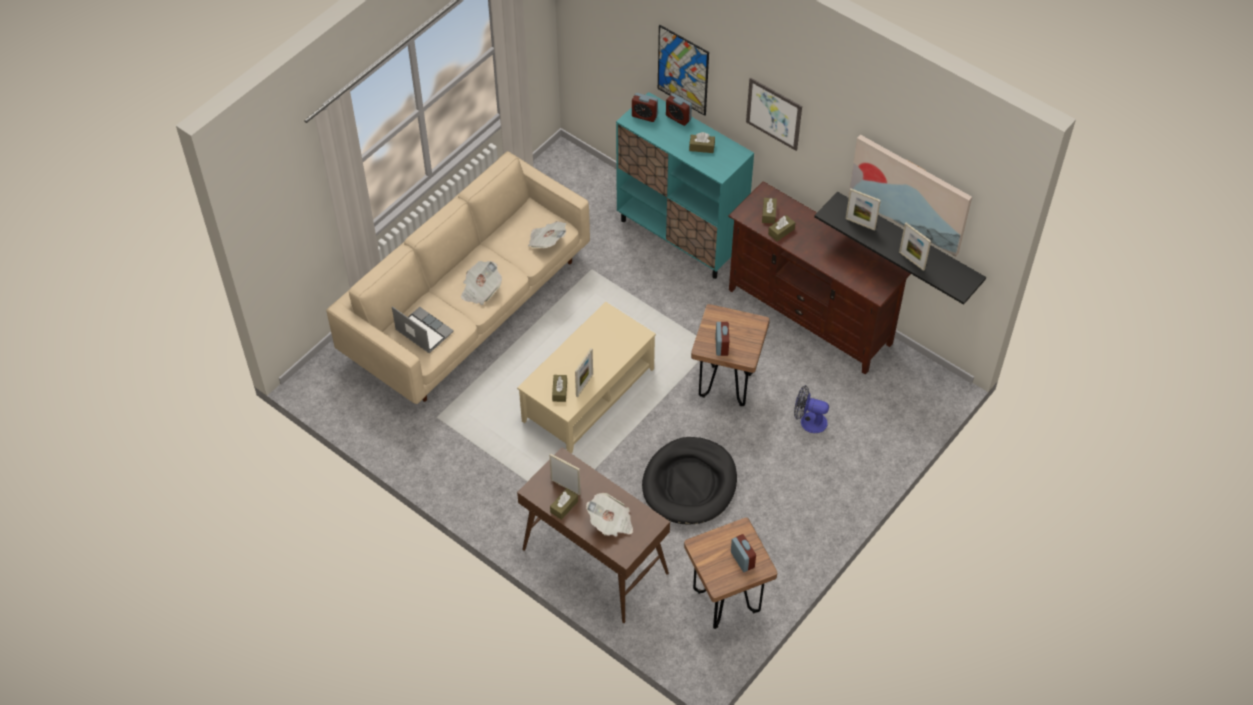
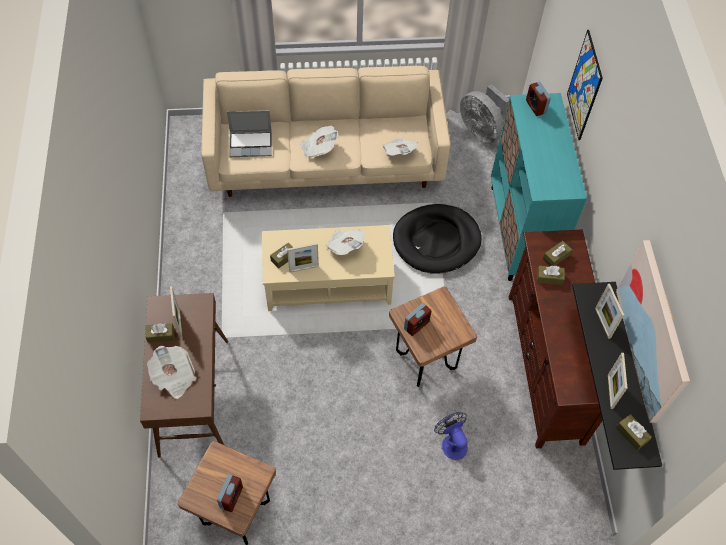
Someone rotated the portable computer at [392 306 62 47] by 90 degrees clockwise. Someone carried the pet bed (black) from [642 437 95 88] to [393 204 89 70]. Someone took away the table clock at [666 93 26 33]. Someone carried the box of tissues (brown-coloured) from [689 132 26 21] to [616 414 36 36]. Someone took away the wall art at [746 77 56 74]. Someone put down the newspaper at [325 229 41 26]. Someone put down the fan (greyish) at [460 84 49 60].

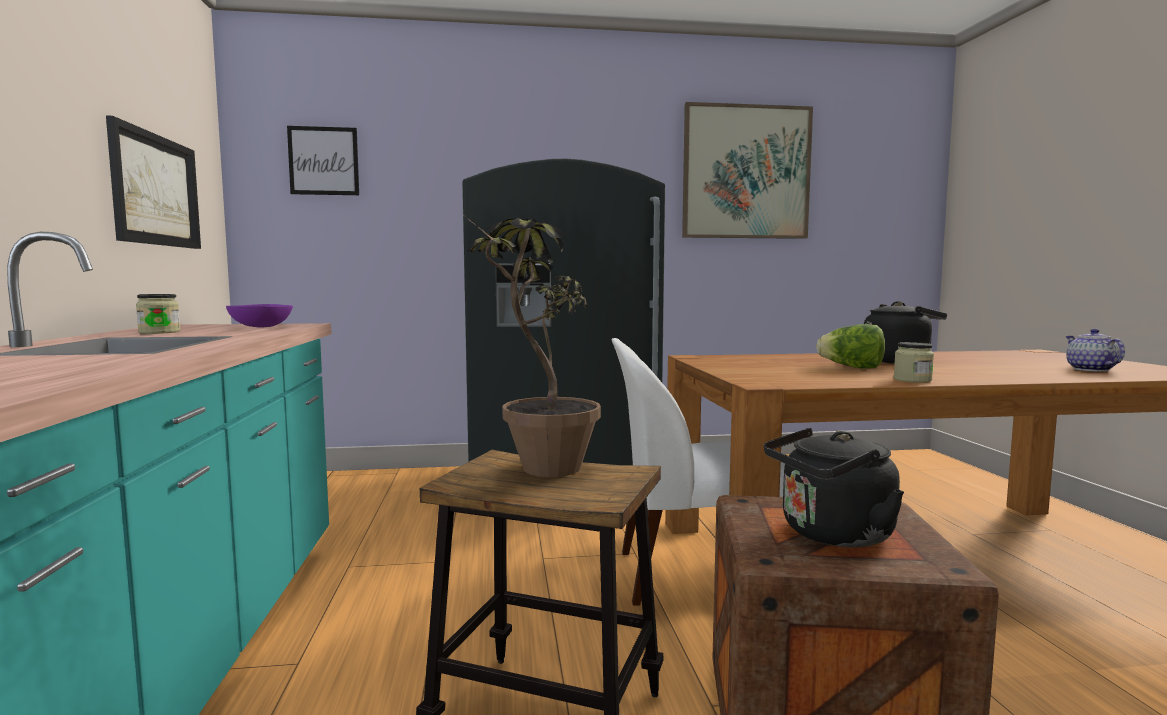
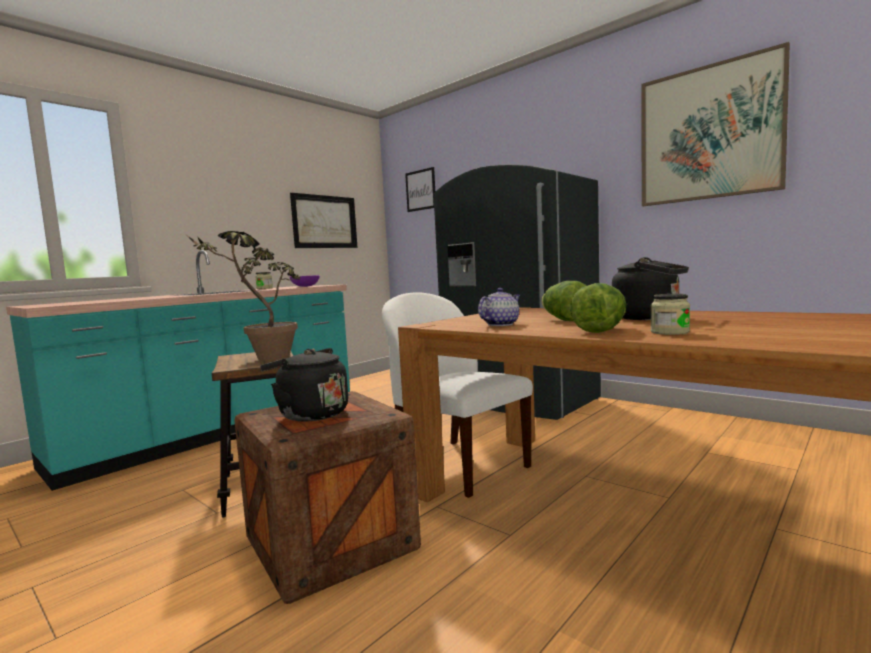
Someone carried the jar from [894 342 40 41] to [651 294 39 41]. Someone carried the teapot from [1066 329 59 43] to [478 288 42 38]. Someone put down the lettuce at [570 283 56 50].

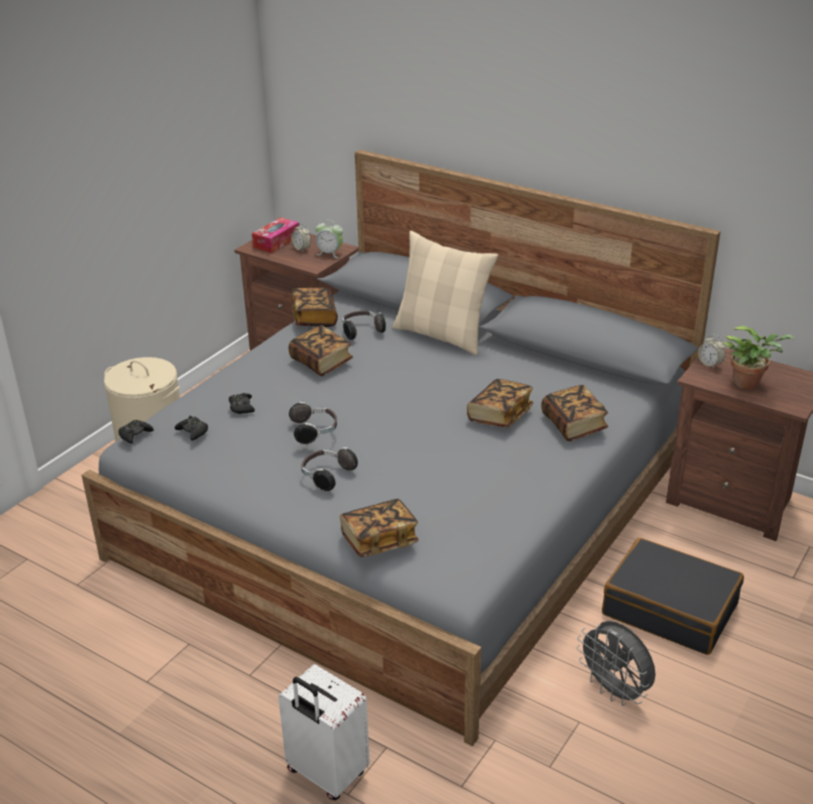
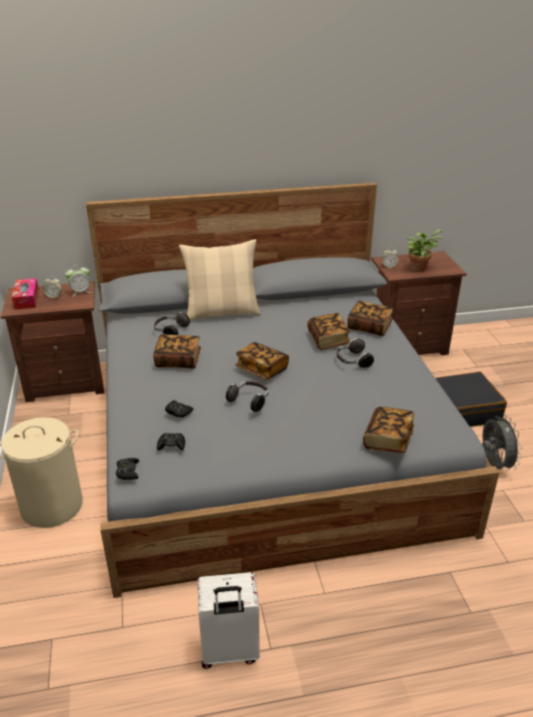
Someone carried the suitcase (whitish) from [278 664 92 136] to [198 572 62 97]. Someone carried the book from [292 288 46 39] to [235 342 54 38]. Someone carried the headset from [301 447 57 44] to [337 338 37 31]. Someone rotated the fan (greyish) at [576 621 80 85] by 105 degrees counterclockwise.

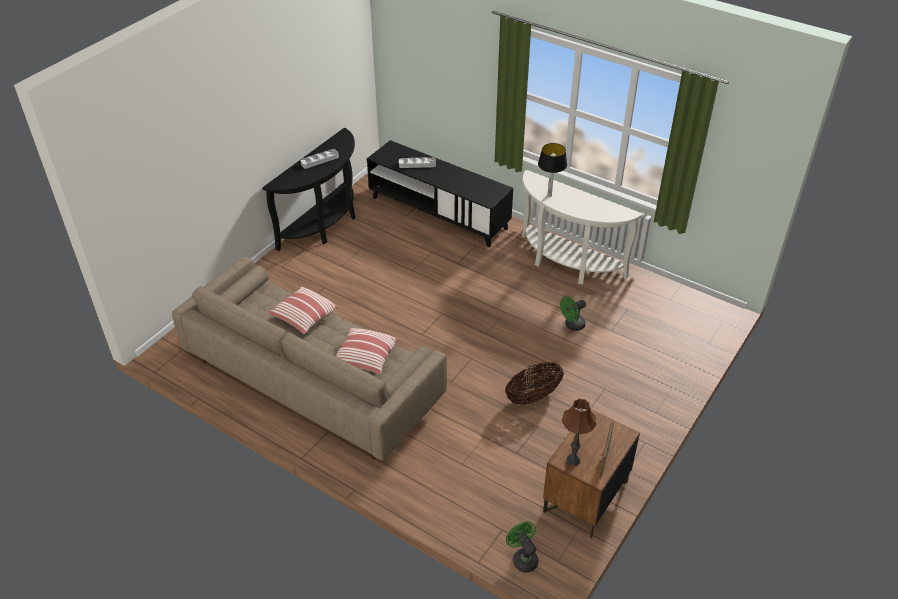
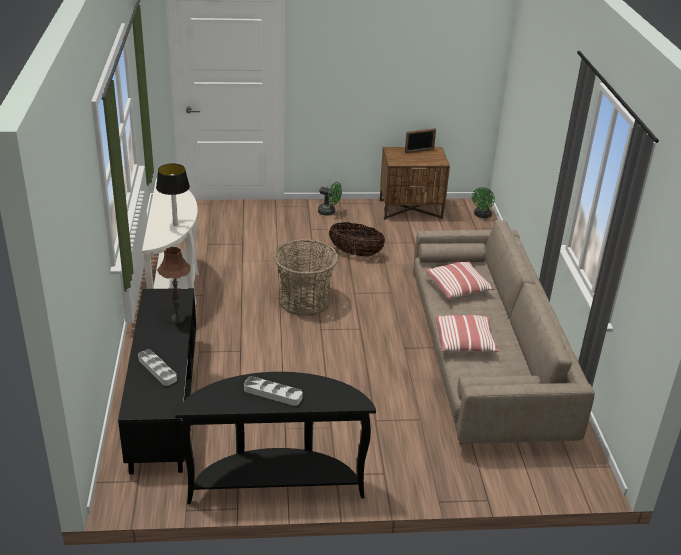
Someone carried the fan (greenish) from [560 297 26 34] to [318 182 24 34]. Someone carried the lamp for a table (brown-coloured) from [562 399 35 67] to [157 247 33 77]. Someone put down the storage basket at [273 239 65 77].

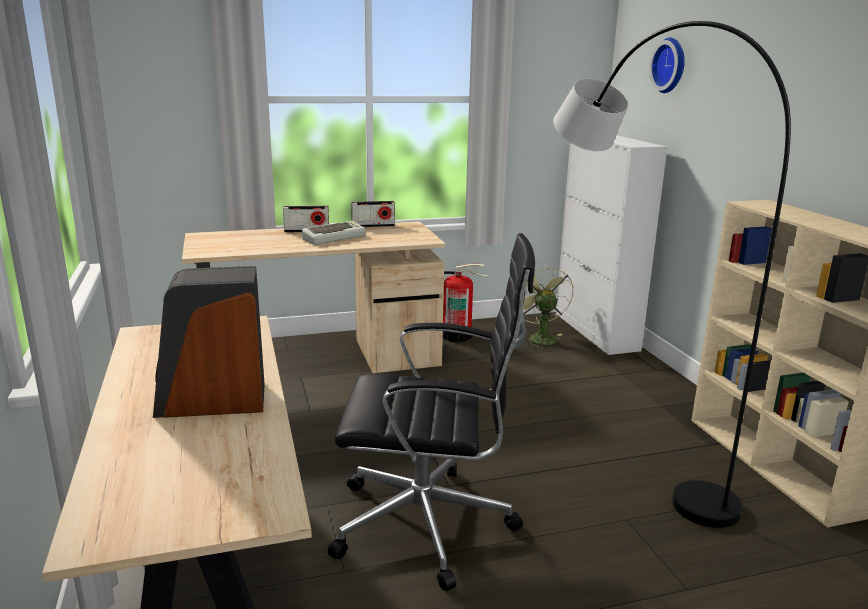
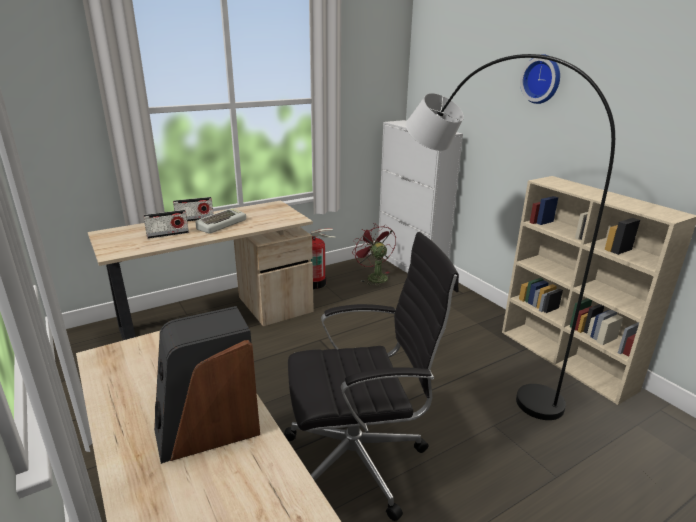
Someone carried the radio from [351 201 44 26] to [143 210 46 29]. Someone repainted the fan (greenish) at [523 264 50 85], which became the fan (red) at [352 223 44 64]. Someone carried the hanging clock from [649 38 36 55] to [520 54 40 50].

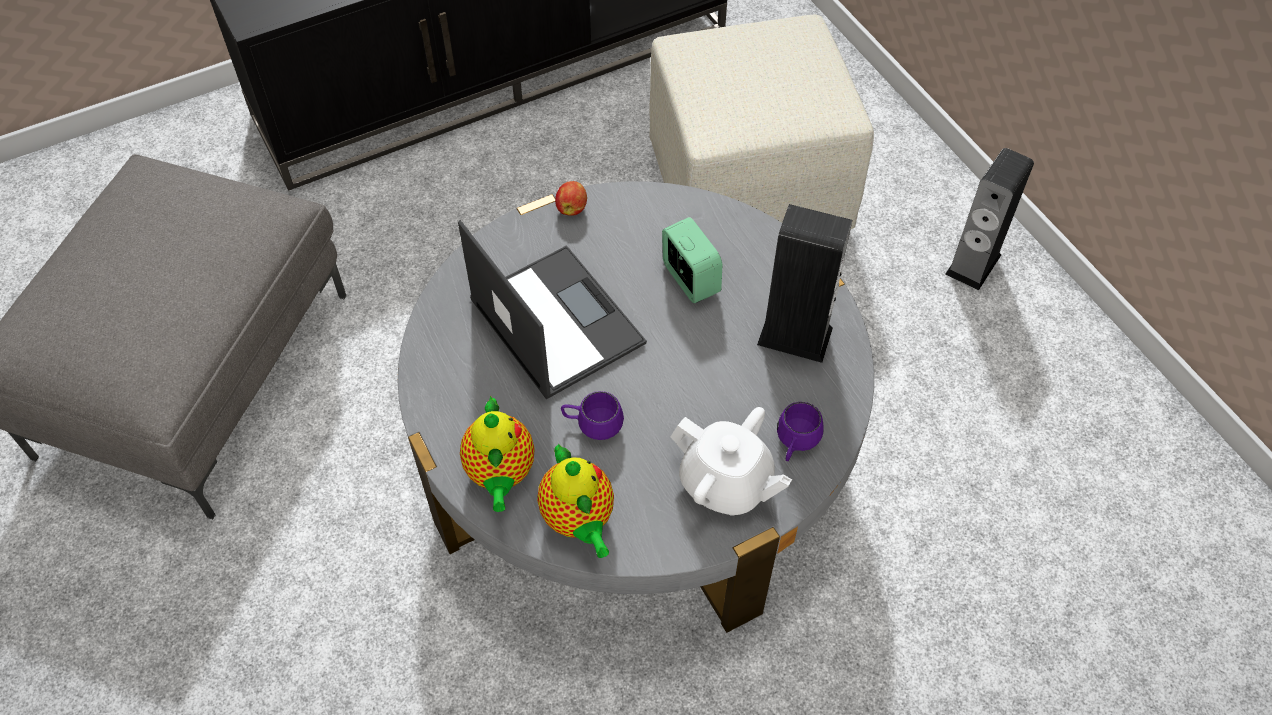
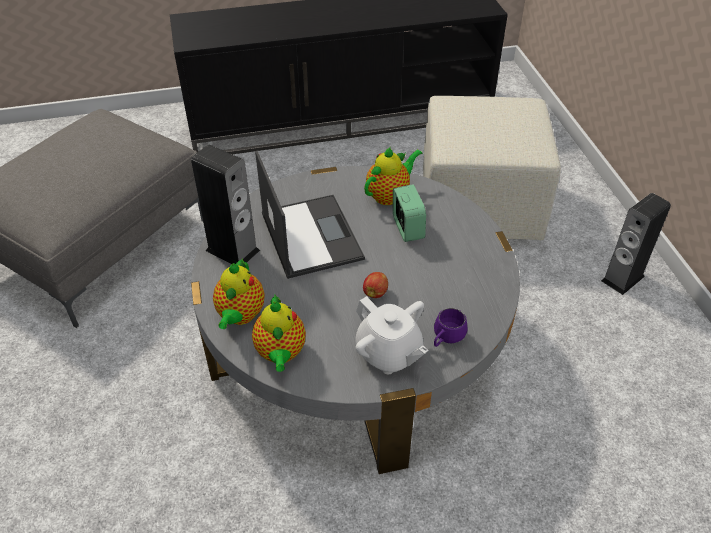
Someone carried the apple fruit from [555 181 32 35] to [363 272 25 26]. Someone took away the tea mug (purple) at [561 391 63 49]. Someone carried the loudspeaker from [757 204 95 159] to [191 145 69 119]. Someone put down the teapot at [364 147 58 58].

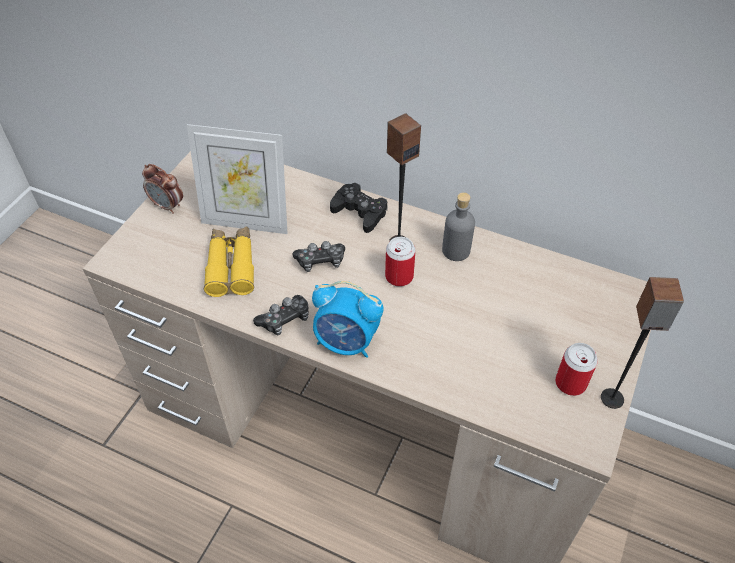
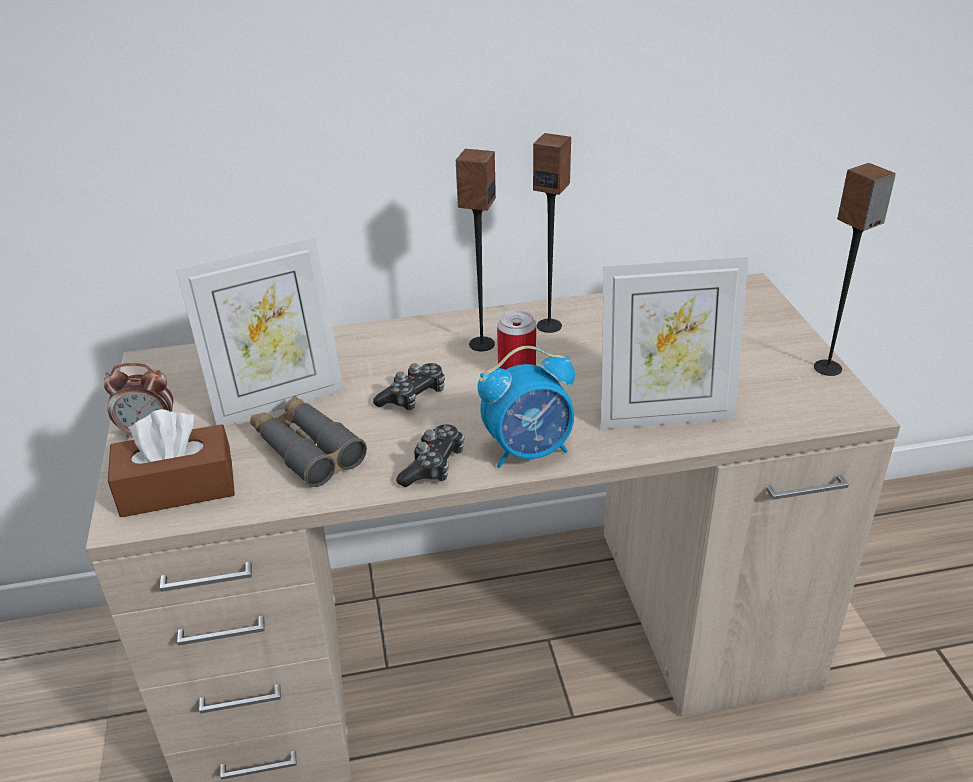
Someone repainted the pair of binoculars (yellow-coloured) at [204 227 50 70], which became the pair of binoculars (greyish) at [250 396 117 91]. Someone took away the game controller (black) at [330 183 58 50]. Someone swapped the drink bottle (greyish) at [442 192 33 69] for the loudspeaker at [533 133 38 200]. Someone took away the can at [555 343 43 53]. Someone put down the box of tissues (brown-coloured) at [108 409 127 108]. Someone put down the picture frame at [601 256 147 174].

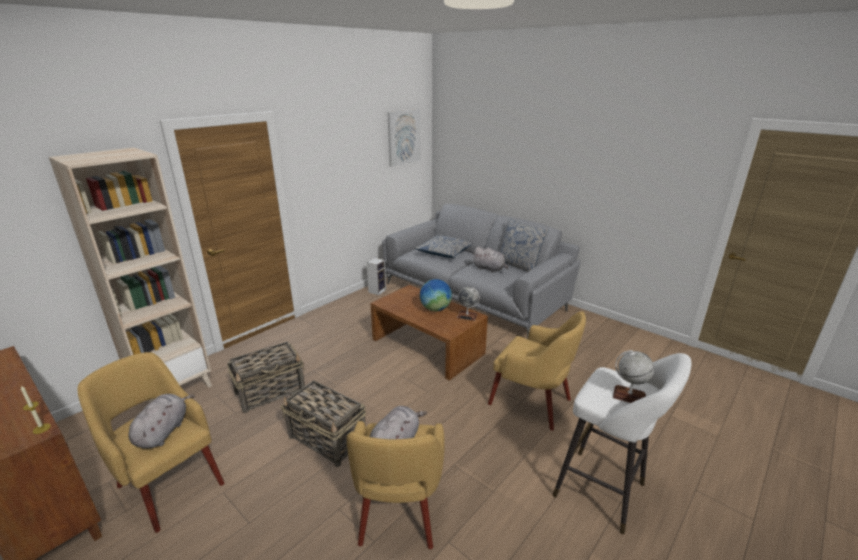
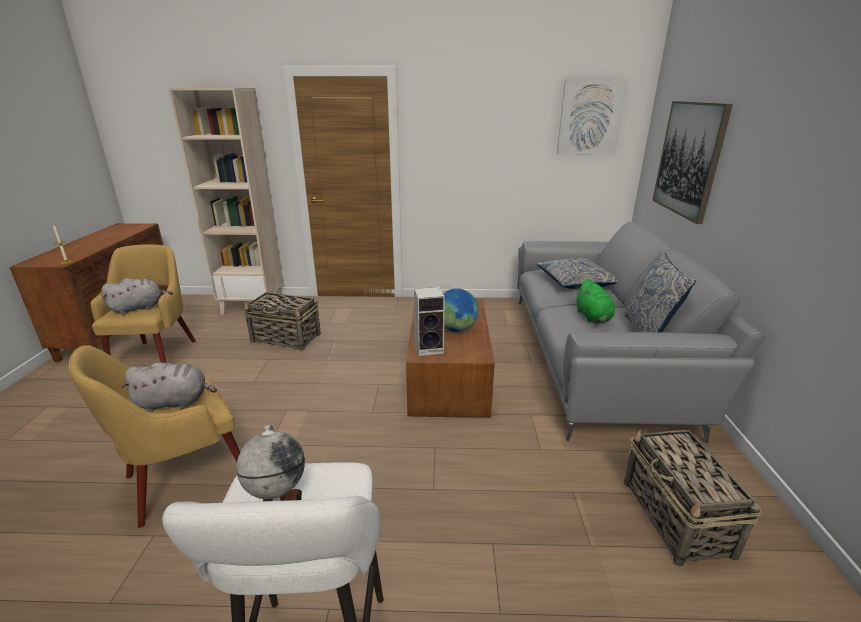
Someone carried the storage basket from [281 380 85 87] to [624 428 137 138]. Someone carried the loudspeaker from [367 258 19 37] to [414 287 31 69]. Someone took away the world globe at [457 287 23 34]. Someone repainted the cuddly toy (greyish) at [473 246 35 27], which became the cuddly toy (greenish) at [576 279 39 44]. Someone took away the armchair (yellow-coloured) at [488 311 98 120]. Someone put up the wall art at [652 101 81 123].

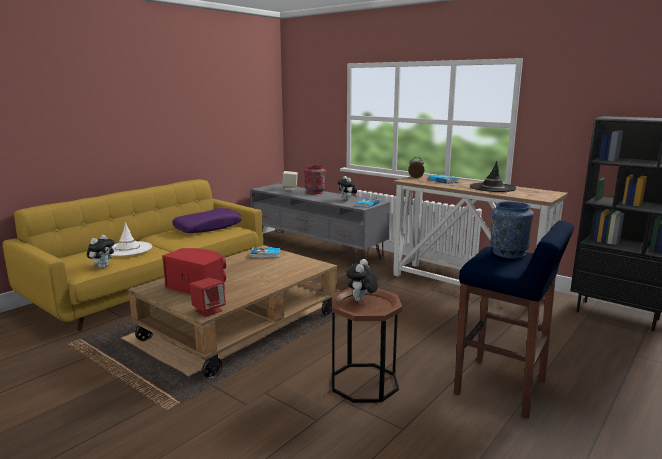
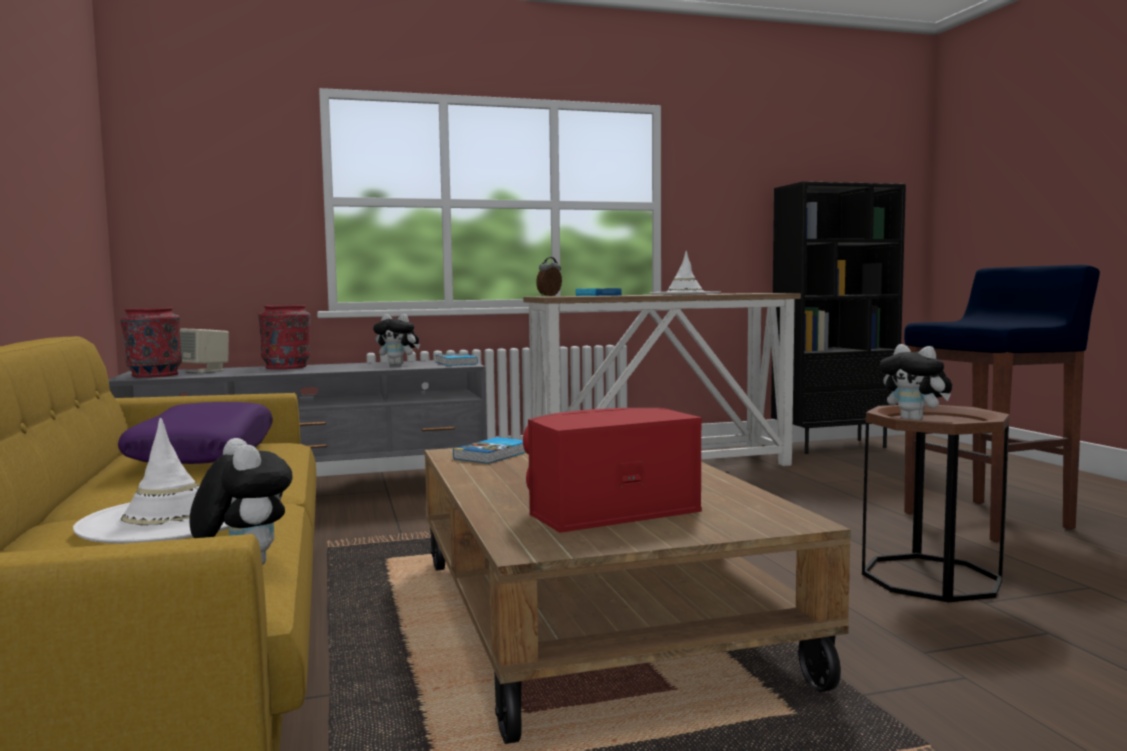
Someone took away the loudspeaker (red) at [189 278 37 39]. Someone repainted the hat (black) at [470 161 46 31], which became the hat (whitish) at [650 251 71 43]. Someone took away the vase (blue-coloured) at [490 201 44 58]. Someone put down the vase (red) at [120 307 62 71].

